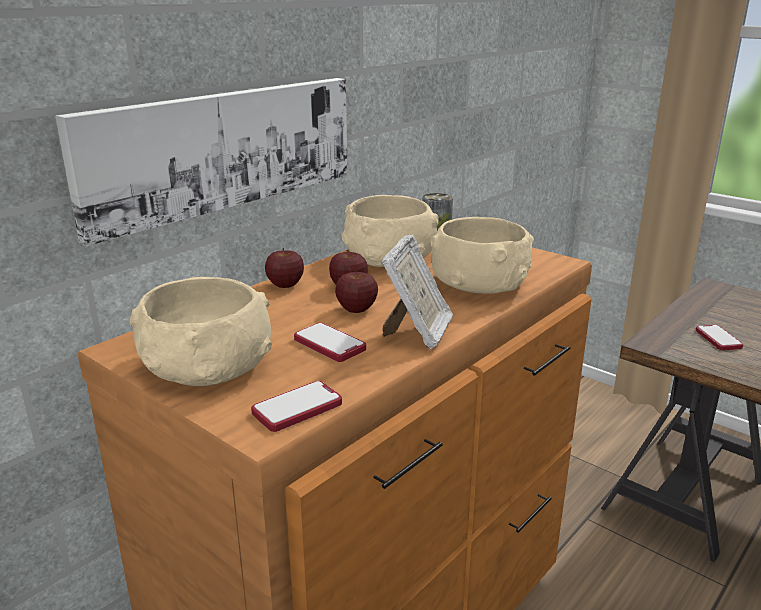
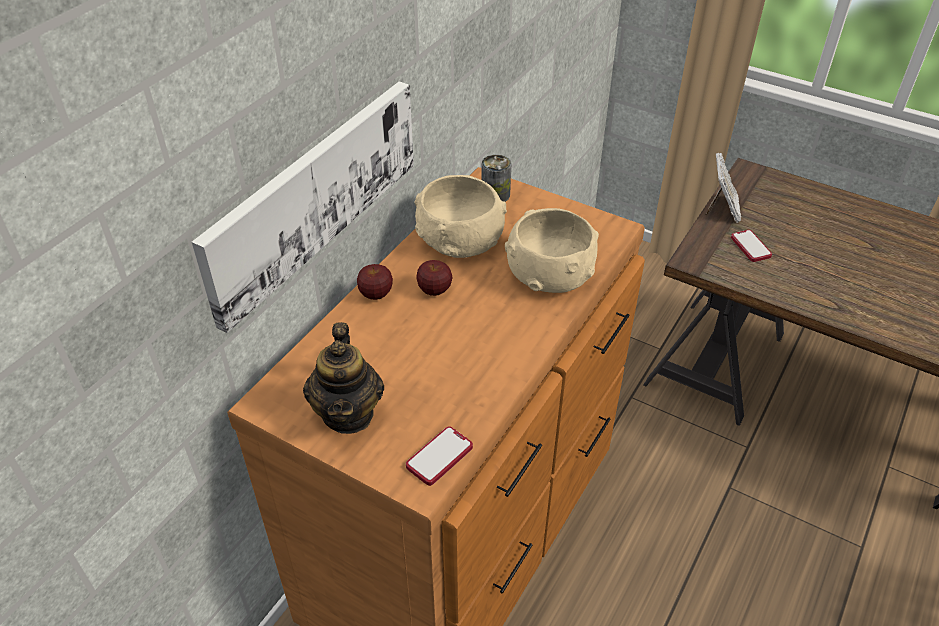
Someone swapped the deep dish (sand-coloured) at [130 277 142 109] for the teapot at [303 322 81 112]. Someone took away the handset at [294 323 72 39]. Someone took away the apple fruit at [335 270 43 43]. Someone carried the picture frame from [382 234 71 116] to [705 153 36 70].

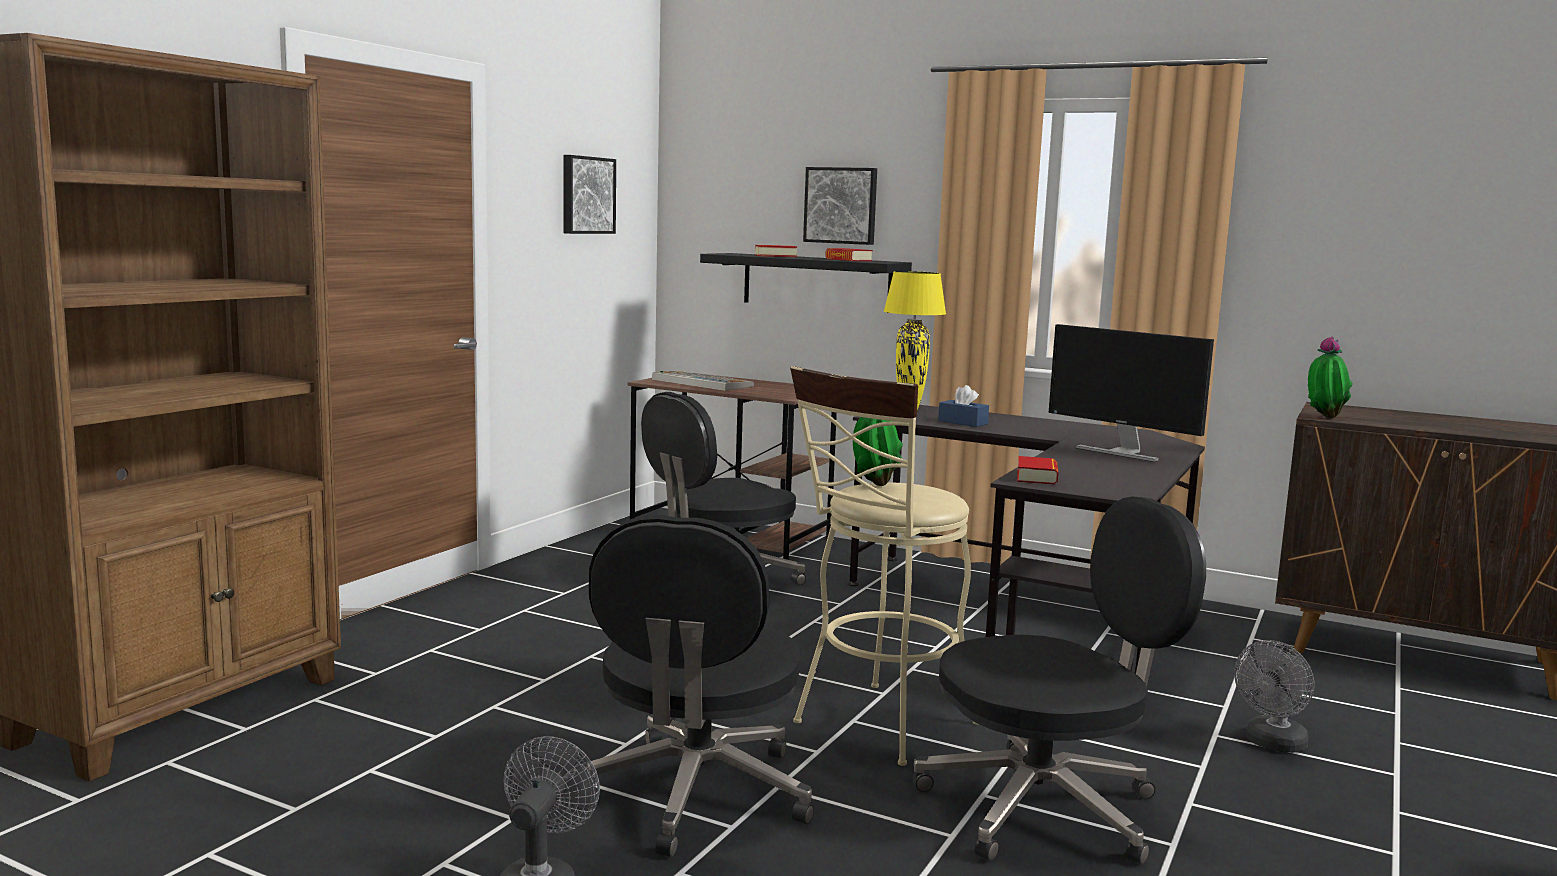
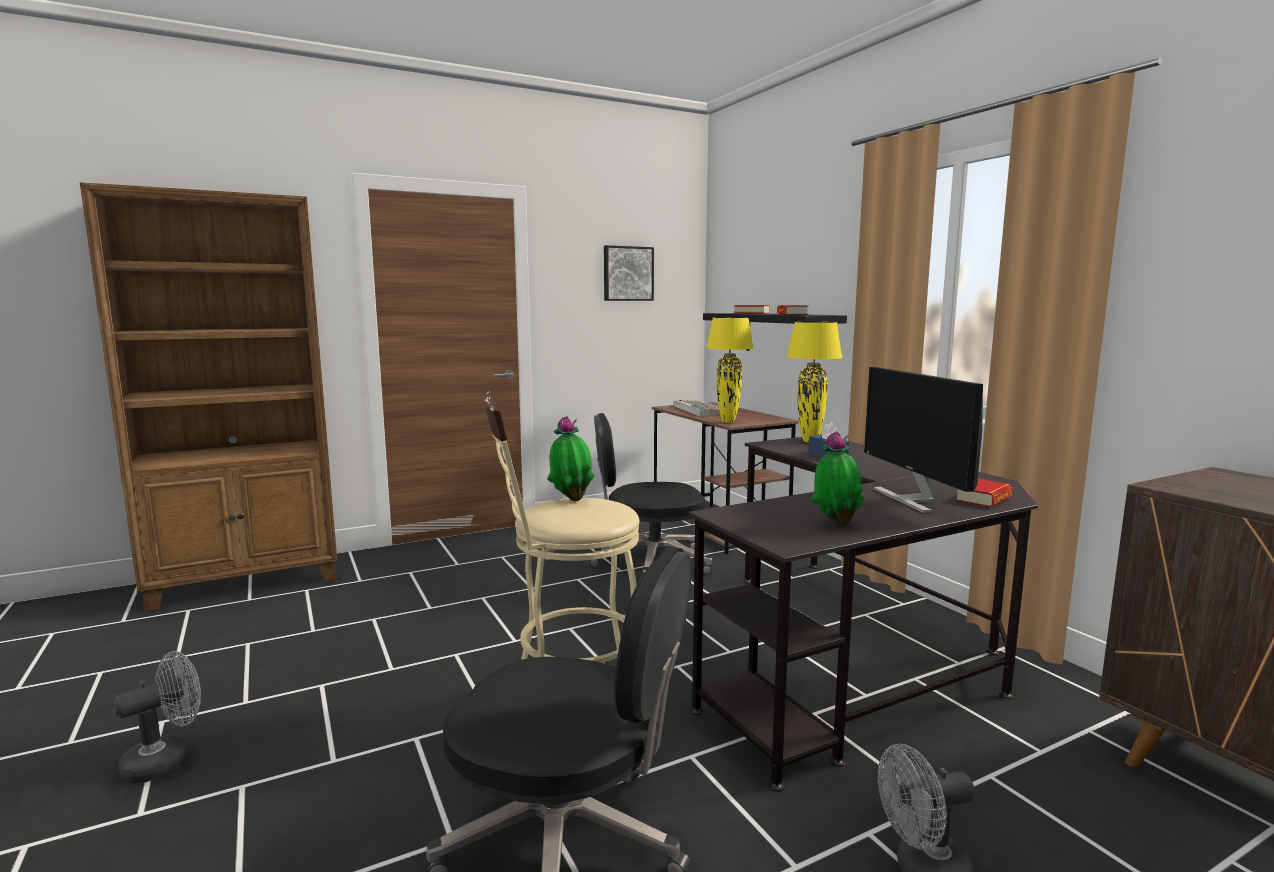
Someone took away the office chair (black) at [573 515 241 342]. Someone took away the wall art at [803 167 74 78]. Someone carried the book from [1017 456 41 29] to [955 479 58 28]. Someone carried the potted plant from [1308 337 45 81] to [811 432 53 94]. Someone put down the lamp for a table (yellow-coloured) at [706 317 48 106].

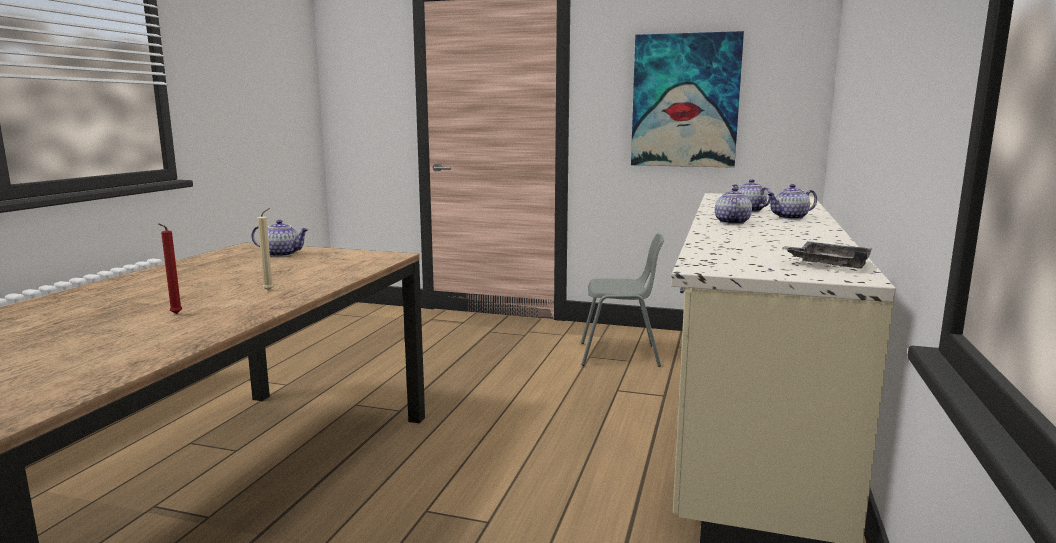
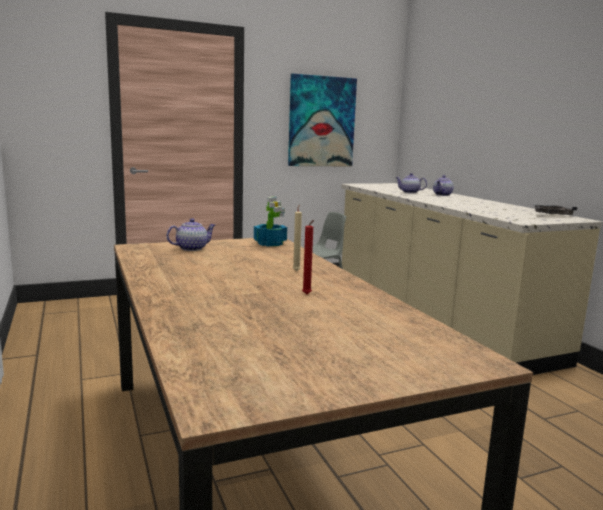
Someone took away the teapot at [715 187 37 37]. Someone put down the potted plant at [254 197 33 50].

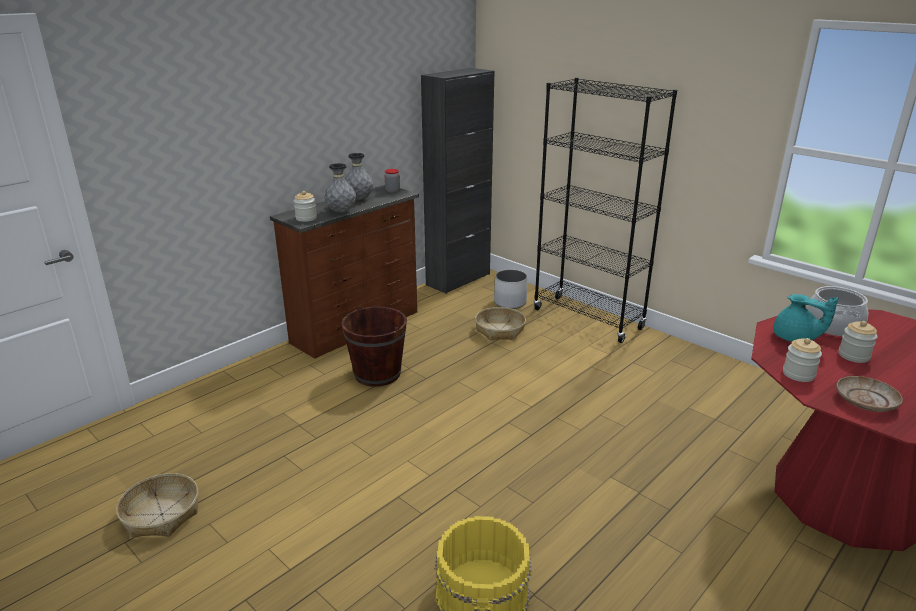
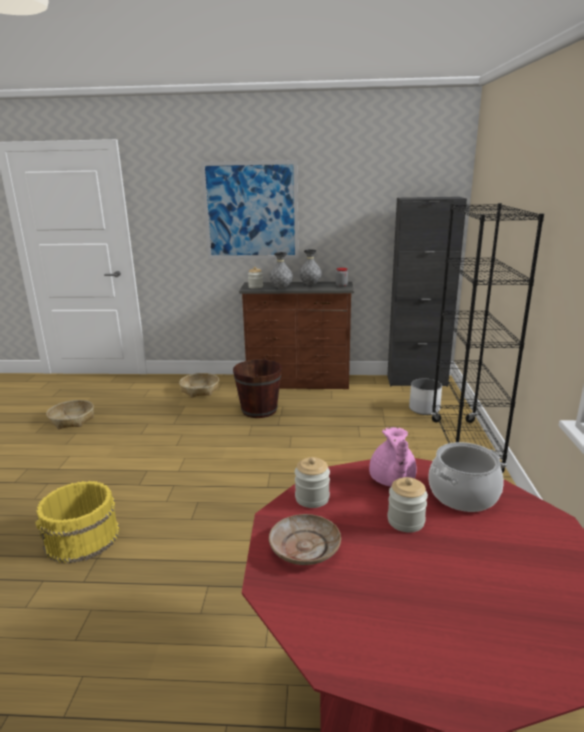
Someone carried the storage basket from [475 307 51 34] to [179 373 40 24]. Someone repainted the teapot (turquoise-coloured) at [773 294 65 48], which became the teapot (pink) at [369 427 48 60]. Someone put up the wall art at [201 160 98 99].

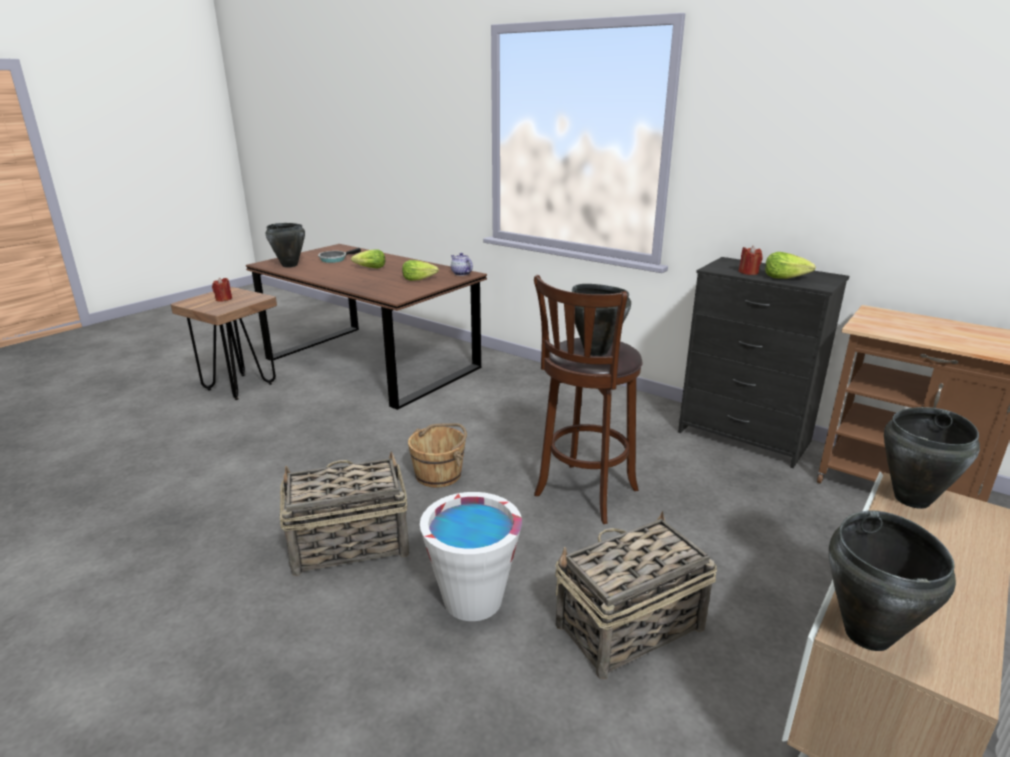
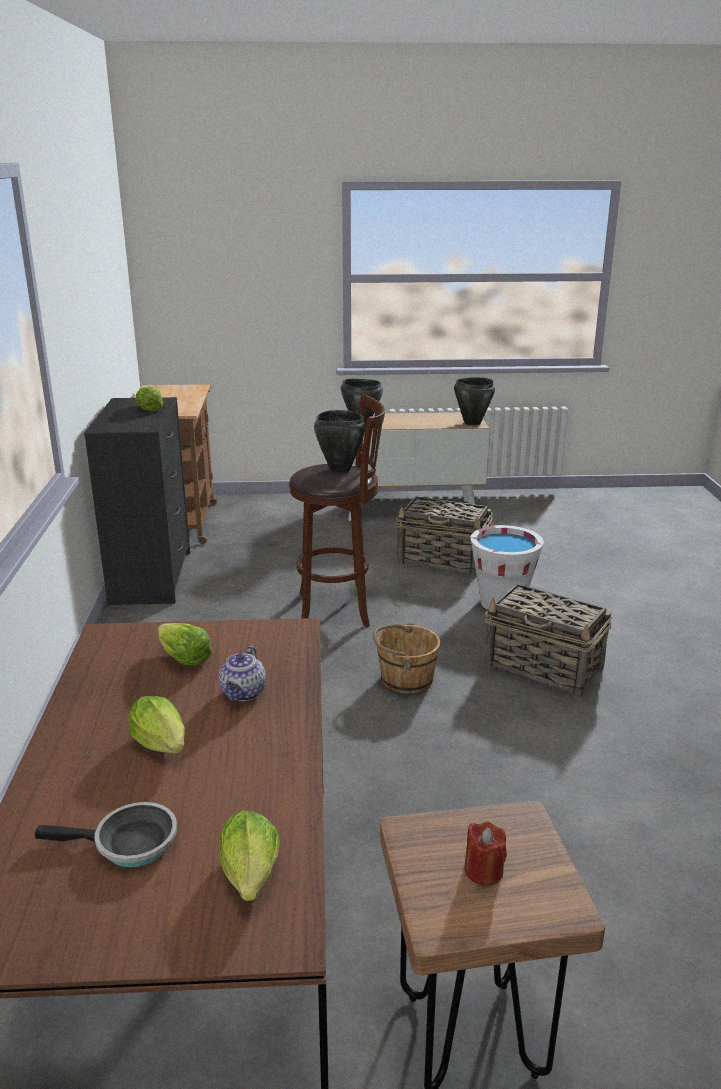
Someone swapped the cooking pot (black) at [266 223 39 44] for the lettuce at [220 811 60 90]. Someone carried the teapot from [451 253 22 23] to [219 646 47 55]. Someone took away the wax candle (red) at [739 246 24 29].

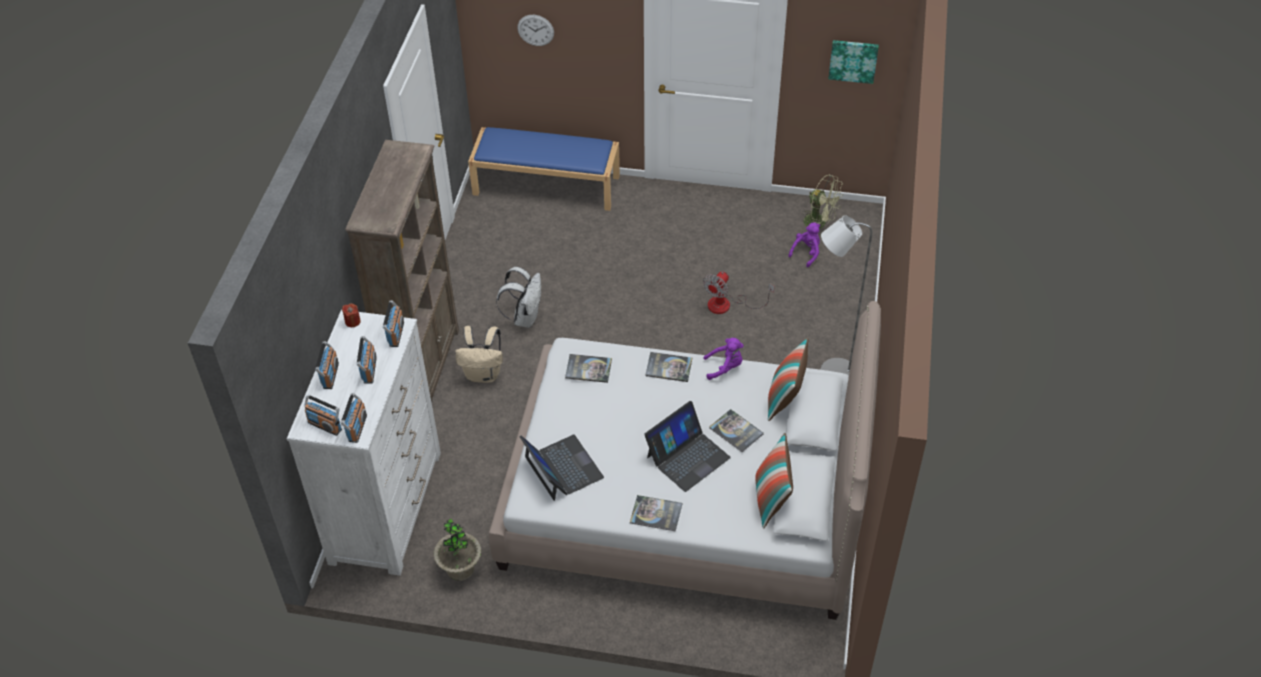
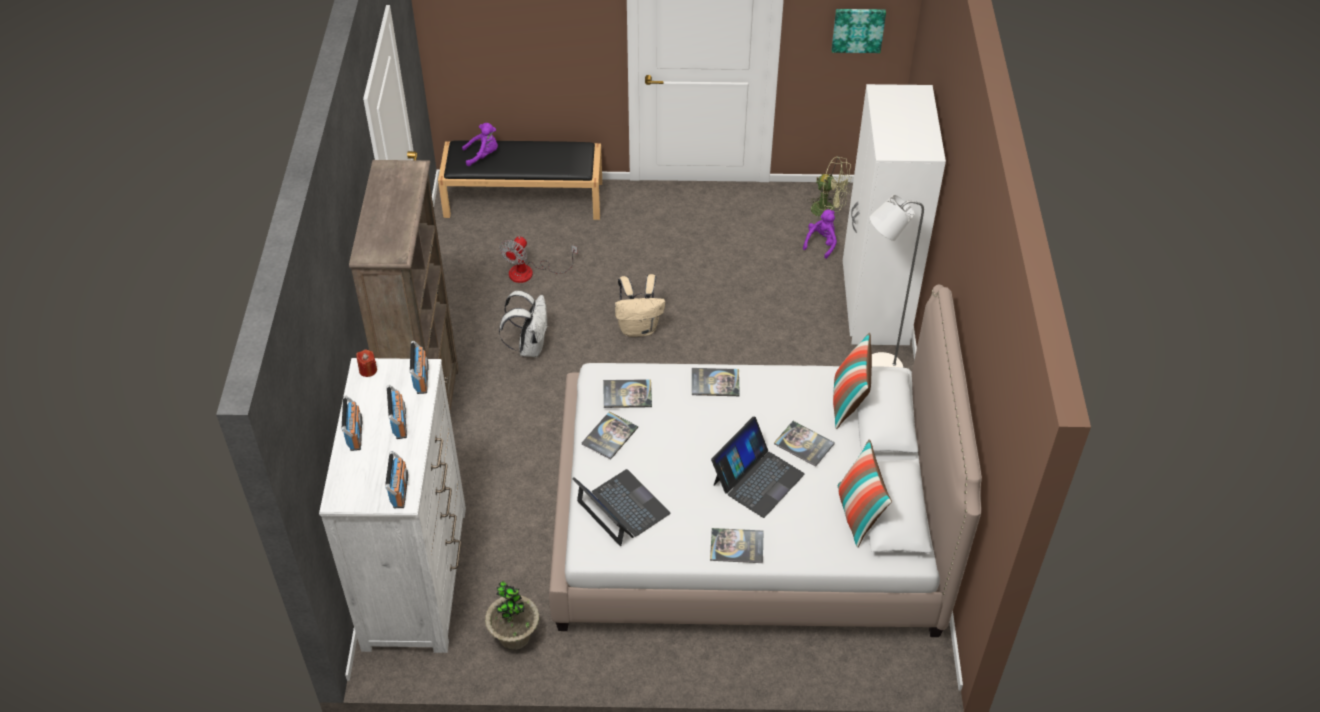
Someone took away the radio at [304 395 38 41]. Someone carried the backpack (sand-coloured) from [455 326 48 57] to [615 274 50 63]. Someone repainted the indoor bench (blue-coloured) at [468 127 152 84], which became the indoor bench (black) at [438 140 164 80]. Someone took away the hanging clock at [517 15 37 31]. Someone carried the fan from [703 271 71 43] to [499 236 78 47]. Someone carried the cuddly toy (purple) from [703 338 41 42] to [462 123 36 43]. Someone put down the book at [582 412 56 48]. Someone put down the clothes cupboard (whitish) at [843 84 103 261].

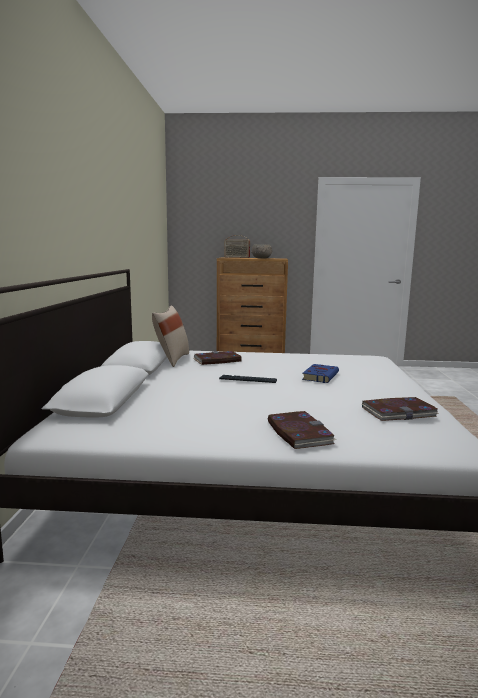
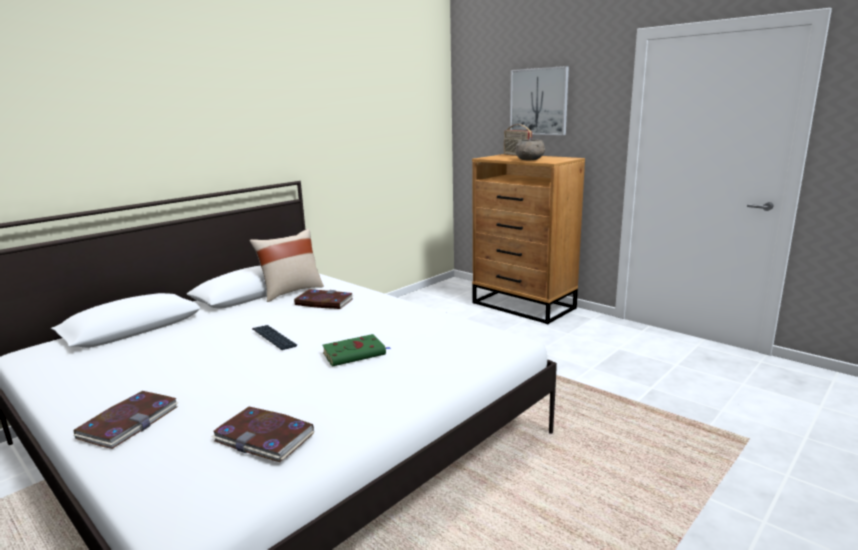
Someone repainted the book (blue-coloured) at [302 364 37 19], which became the book (greenish) at [322 334 69 32]. Someone put up the wall art at [510 66 59 69].

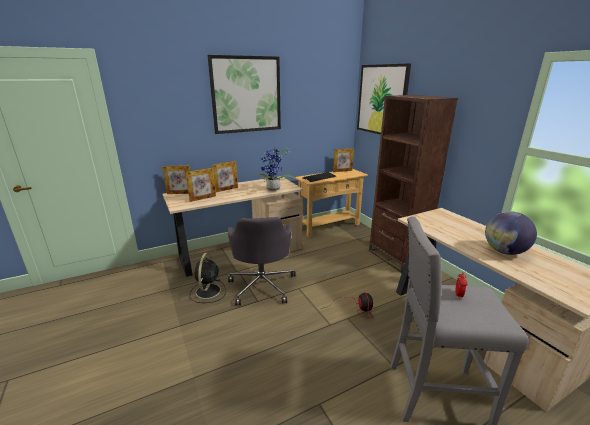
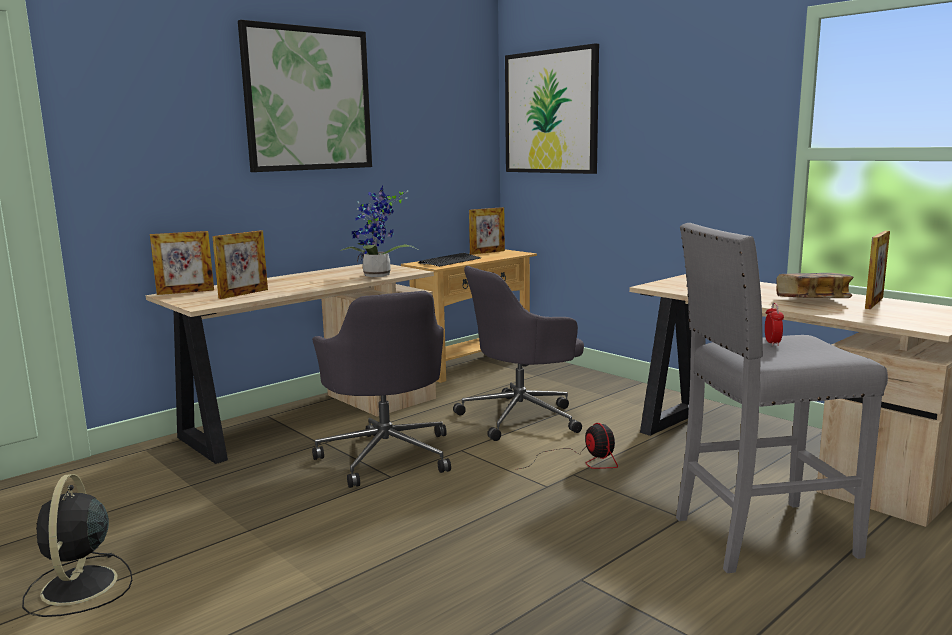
Someone carried the fan (black) from [190 253 36 50] to [22 474 110 143]. Someone carried the picture frame from [212 161 26 31] to [865 231 25 78]. Someone took away the shelving unit (brown-coloured) at [369 95 89 178]. Someone swapped the world globe at [485 211 52 44] for the book at [776 273 78 25]. Someone put down the office chair (greyish) at [453 266 131 175].

